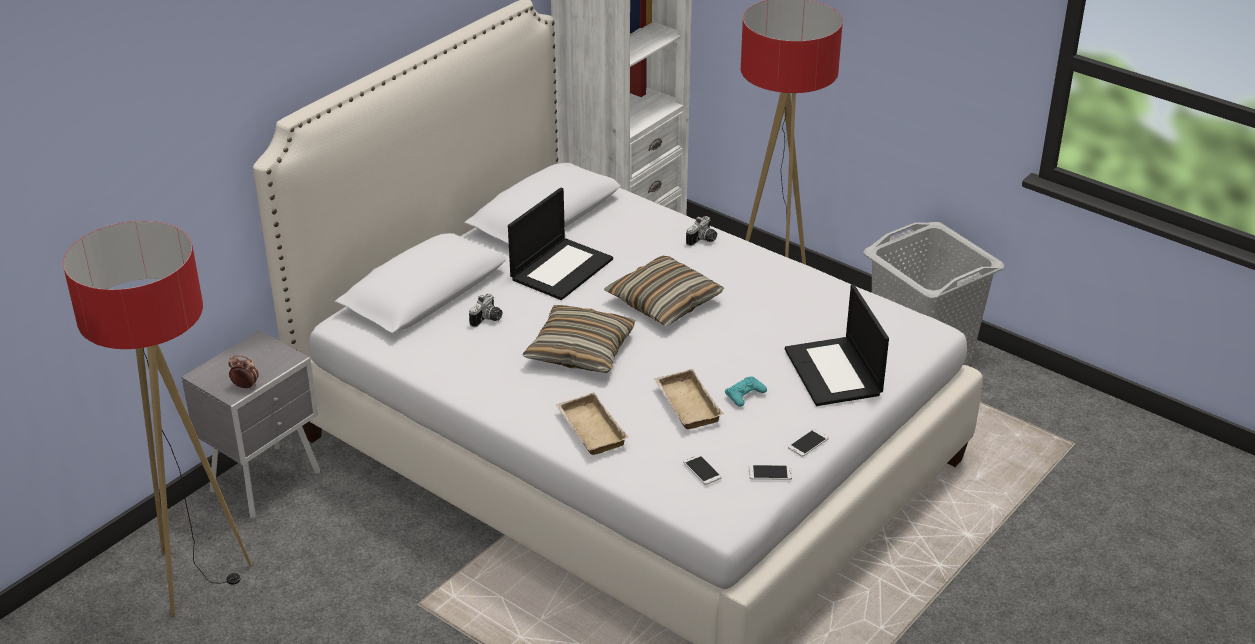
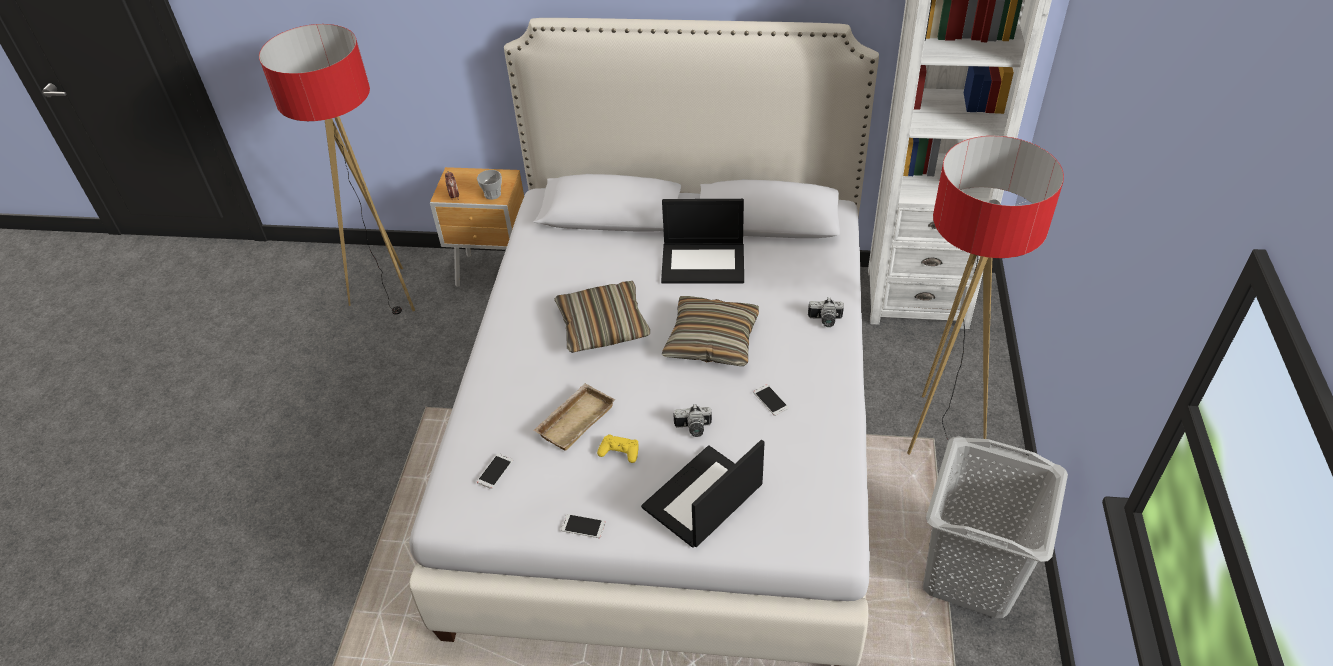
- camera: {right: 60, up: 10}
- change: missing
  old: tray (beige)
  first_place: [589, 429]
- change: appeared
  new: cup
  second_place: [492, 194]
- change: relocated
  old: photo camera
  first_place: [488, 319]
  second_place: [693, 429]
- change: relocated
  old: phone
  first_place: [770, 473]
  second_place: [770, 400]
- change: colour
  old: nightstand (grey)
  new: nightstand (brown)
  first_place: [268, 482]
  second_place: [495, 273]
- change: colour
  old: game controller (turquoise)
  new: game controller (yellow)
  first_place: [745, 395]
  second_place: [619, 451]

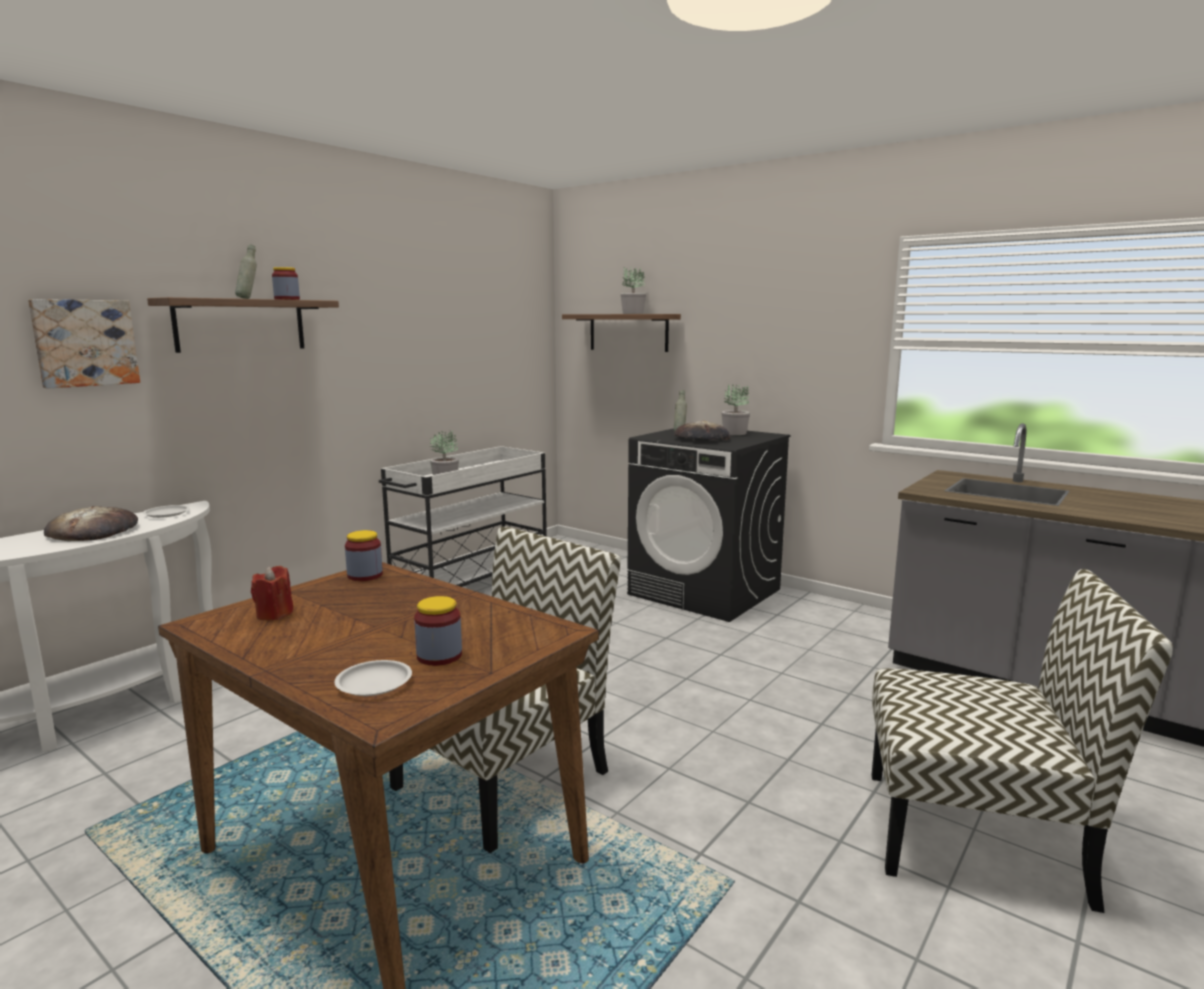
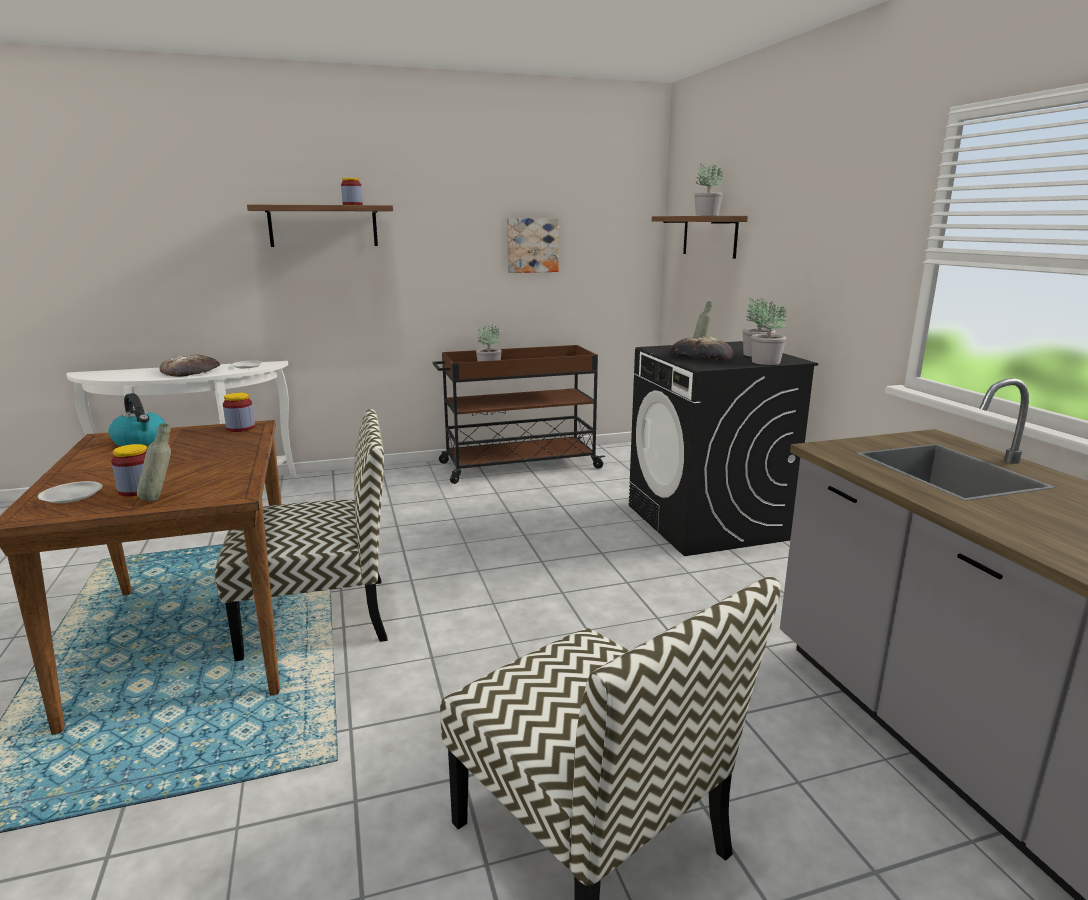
- camera: {right: 35, up: 5}
- change: appeared
  new: potted plant
  second_place: [765, 362]
- change: relocated
  old: picture
  first_place: [85, 343]
  second_place: [532, 245]
- change: relocated
  old: bottle (grey)
  first_place: [248, 299]
  second_place: [160, 498]
- change: exchanged
  old: candle (red)
  new: kettle
  first_place: [274, 614]
  second_place: [141, 441]
- change: colour
  old: cart (white)
  new: cart (brown)
  first_place: [470, 583]
  second_place: [518, 465]

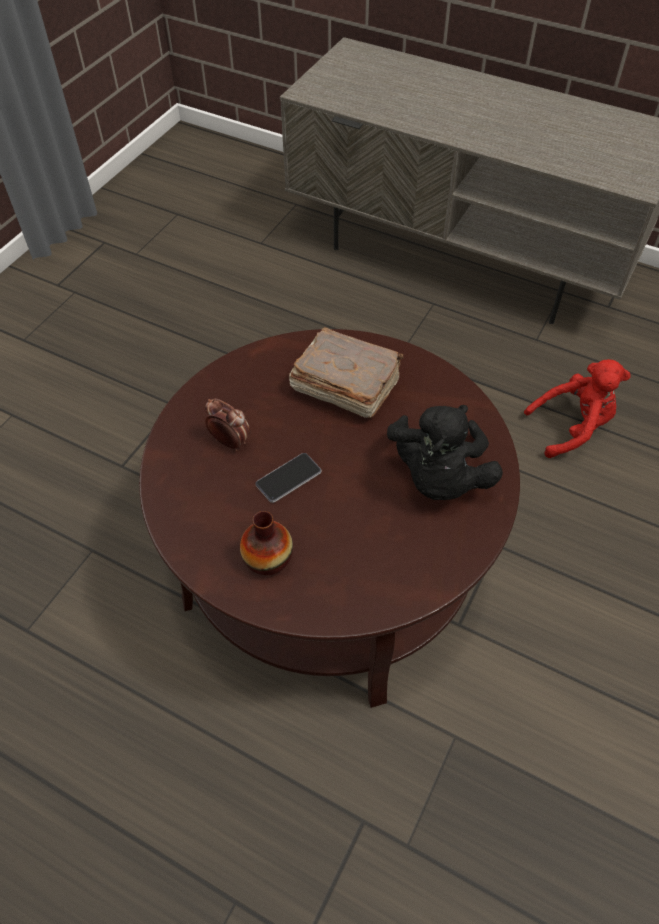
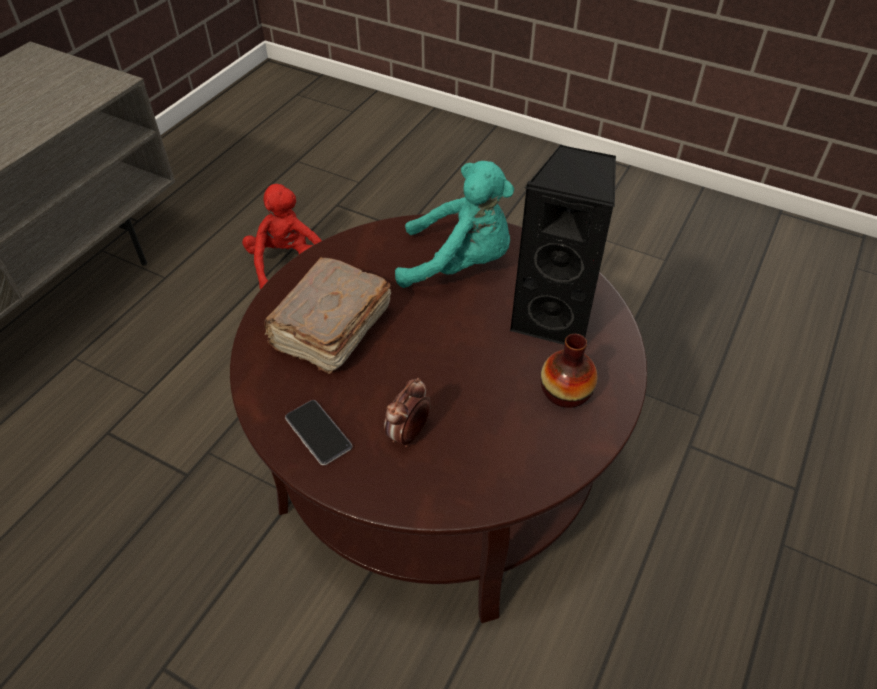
- camera: {right: -90, up: -5}
- change: appeared
  new: speaker (black)
  second_place: [555, 318]
- change: relocated
  old: phone
  first_place: [288, 478]
  second_place: [318, 433]
- change: colour
  old: plush toy (black)
  new: plush toy (turquoise)
  first_place: [438, 477]
  second_place: [460, 264]

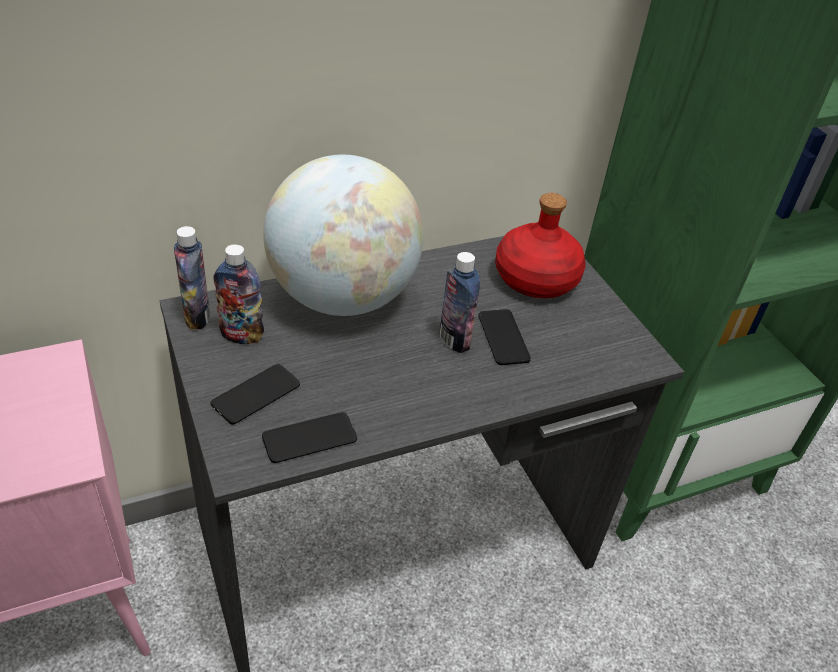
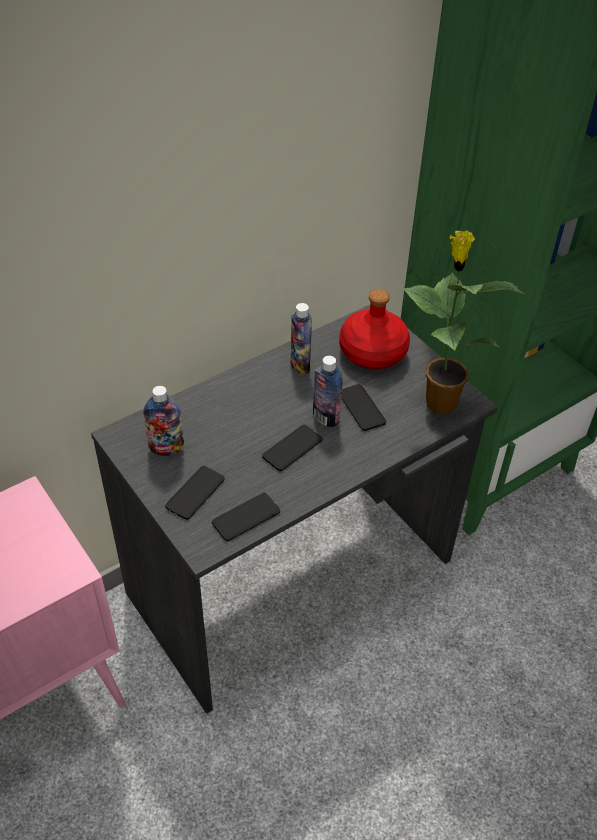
- camera: {right: -10, up: 5}
- change: missing
  old: globe
  first_place: [342, 297]
- change: appeared
  new: phone
  second_place: [292, 448]
- change: appeared
  new: potted plant
  second_place: [439, 401]
- change: relocated
  old: bottle
  first_place: [197, 317]
  second_place: [300, 365]

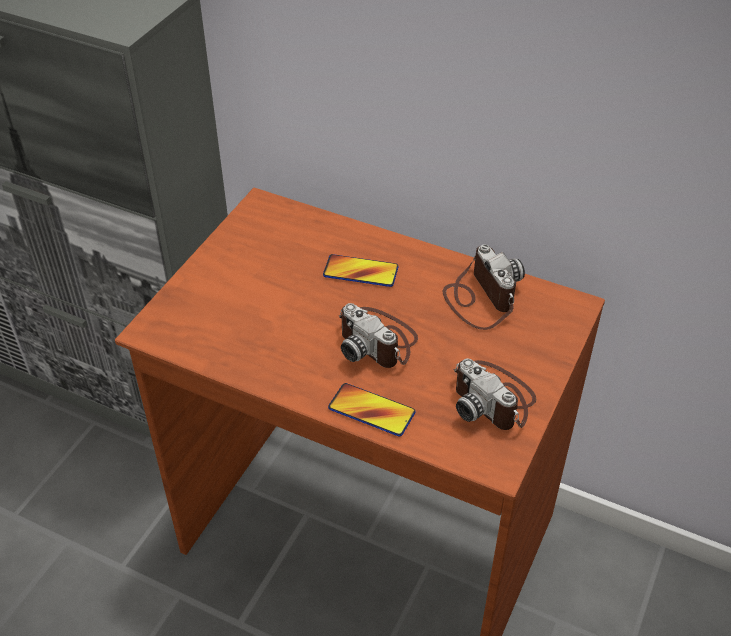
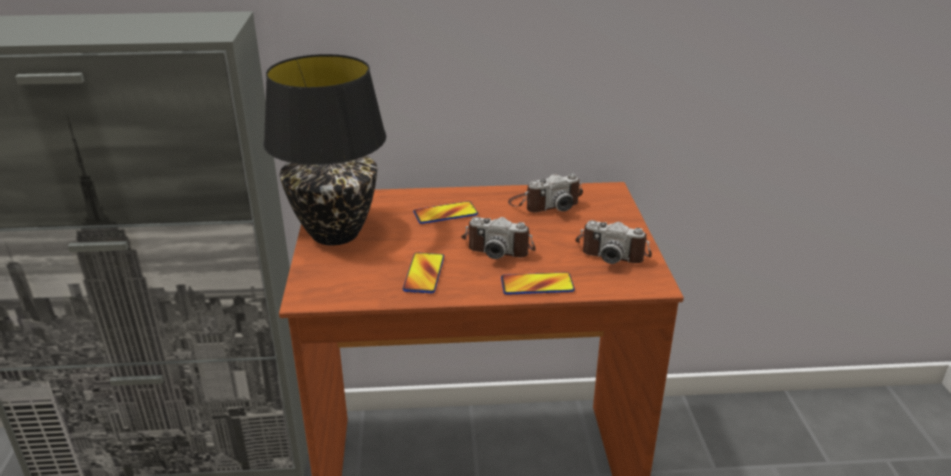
- camera: {right: -30, up: -15}
- change: appeared
  new: table lamp (black)
  second_place: [336, 233]
- change: appeared
  new: phone
  second_place: [424, 274]
- change: spun
  old: photo camera
  first_place: [480, 297]
  second_place: [545, 203]
  degrees: 120

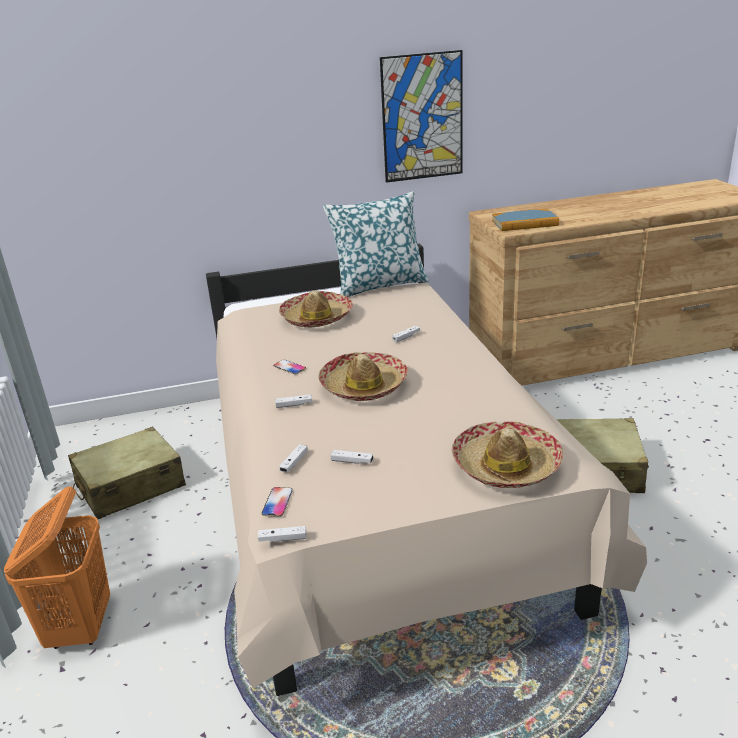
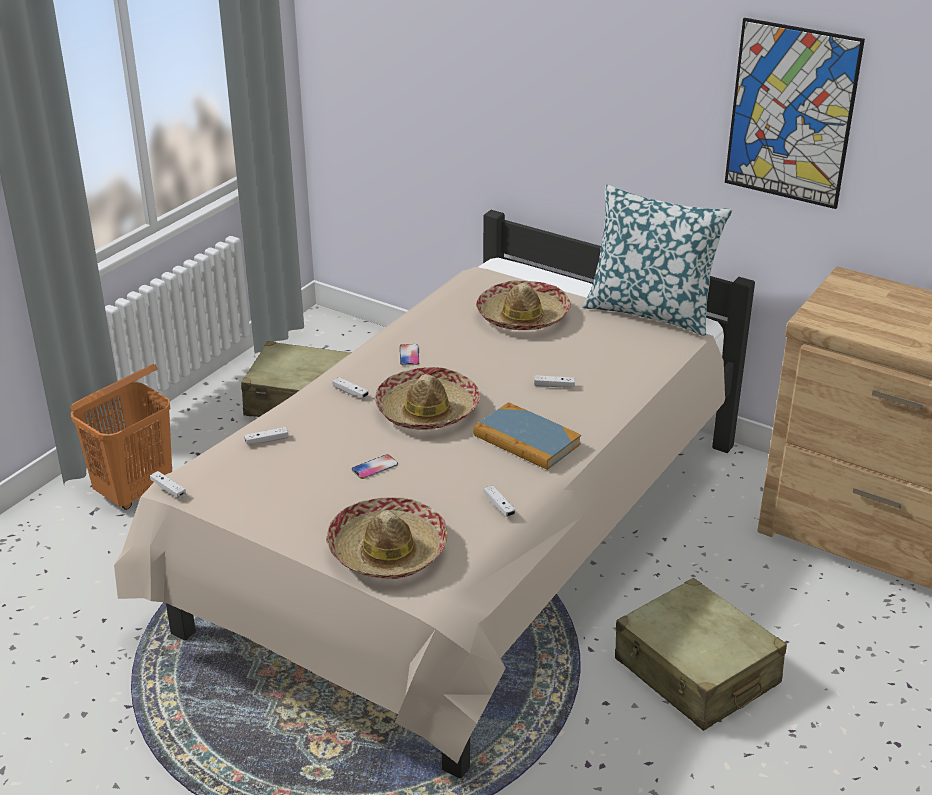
- camera: {right: 45, up: 5}
- change: relocated
  old: phone
  first_place: [277, 502]
  second_place: [374, 467]
- change: relocated
  old: game controller (white)
  first_place: [352, 461]
  second_place: [499, 506]
- change: relocated
  old: book
  first_place: [524, 223]
  second_place: [526, 440]

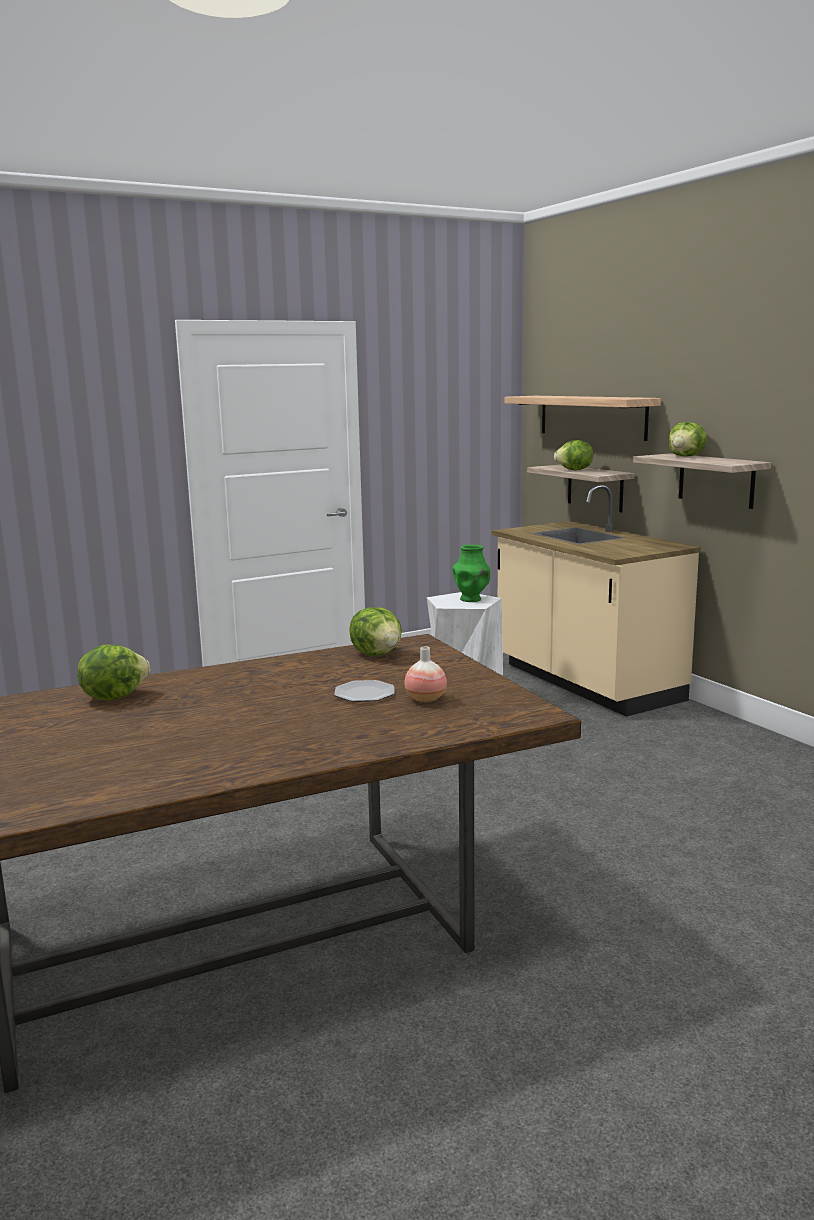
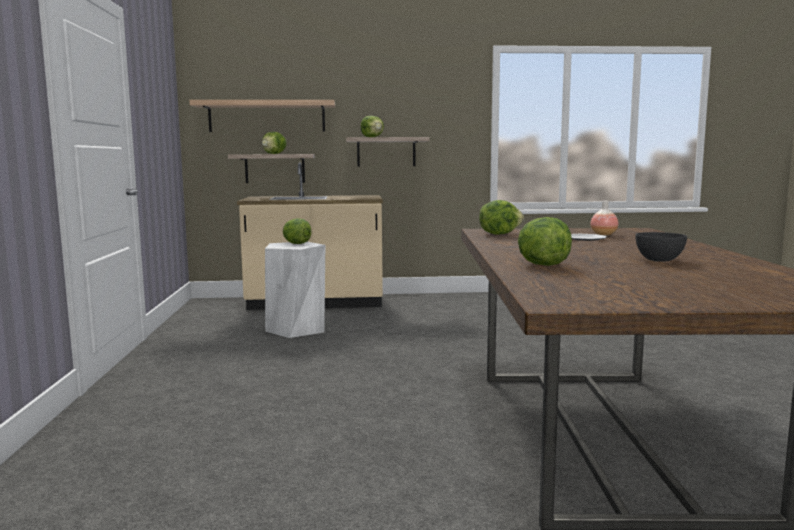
- camera: {right: -65, up: -5}
- change: appeared
  new: bowl (grey)
  second_place: [658, 260]
- change: exchanged
  old: vase (green)
  new: lettuce
  first_place: [471, 599]
  second_place: [296, 244]

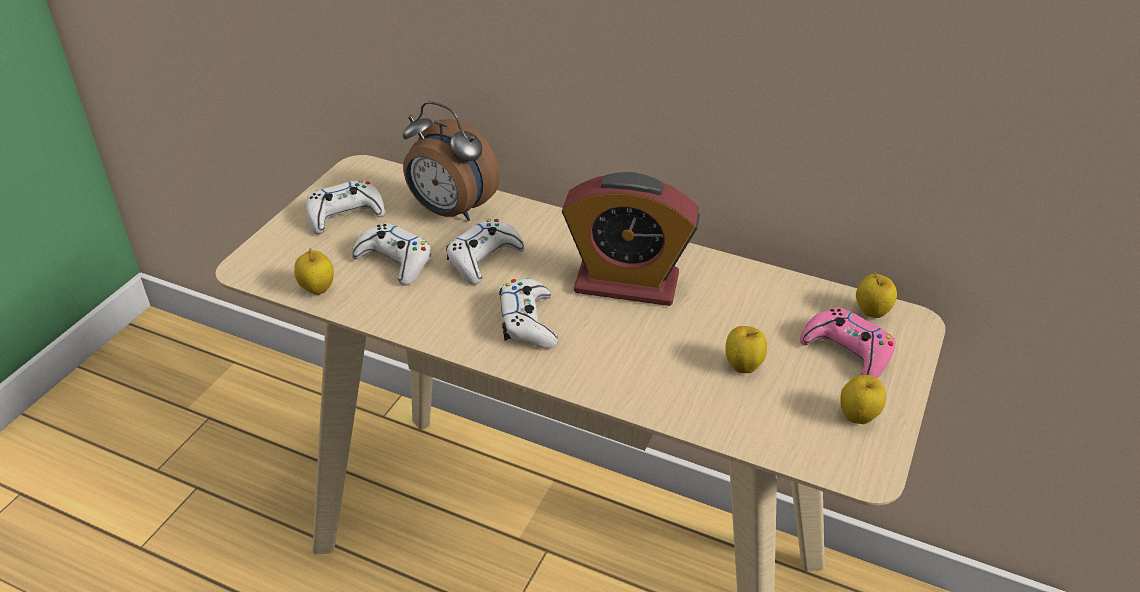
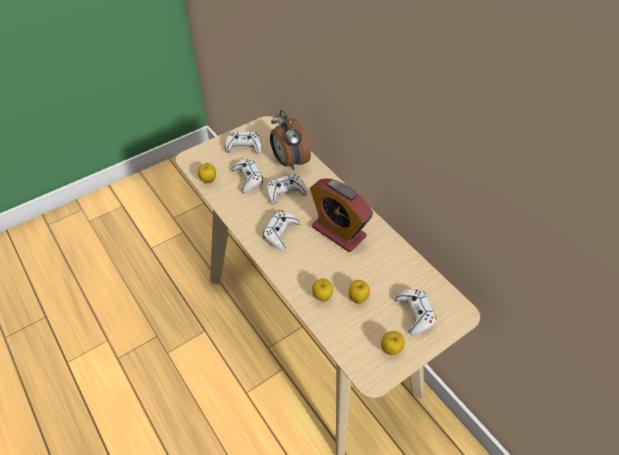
- camera: {right: 30, up: 10}
- change: relocated
  old: apple
  first_place: [871, 313]
  second_place: [322, 297]
- change: colour
  old: game controller (pink)
  new: game controller (white)
  first_place: [847, 351]
  second_place: [414, 314]

